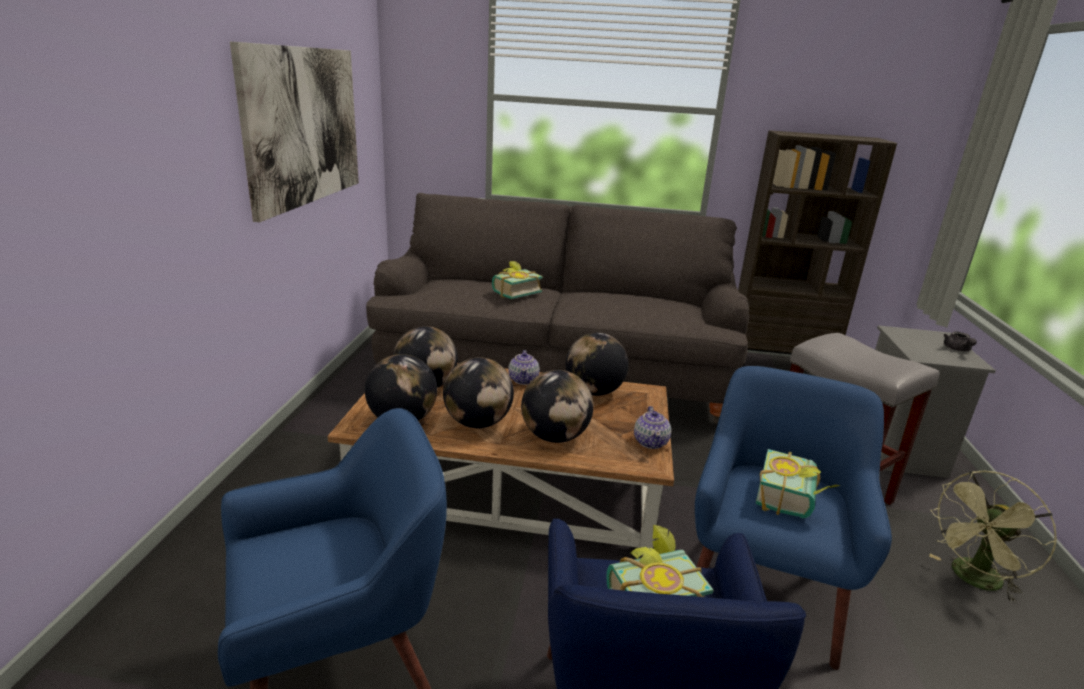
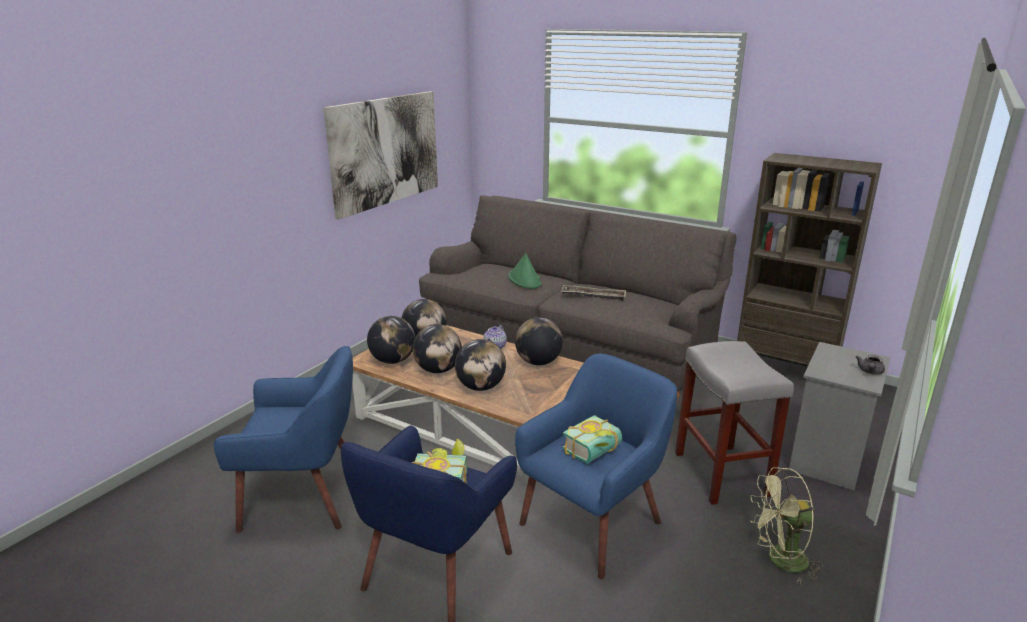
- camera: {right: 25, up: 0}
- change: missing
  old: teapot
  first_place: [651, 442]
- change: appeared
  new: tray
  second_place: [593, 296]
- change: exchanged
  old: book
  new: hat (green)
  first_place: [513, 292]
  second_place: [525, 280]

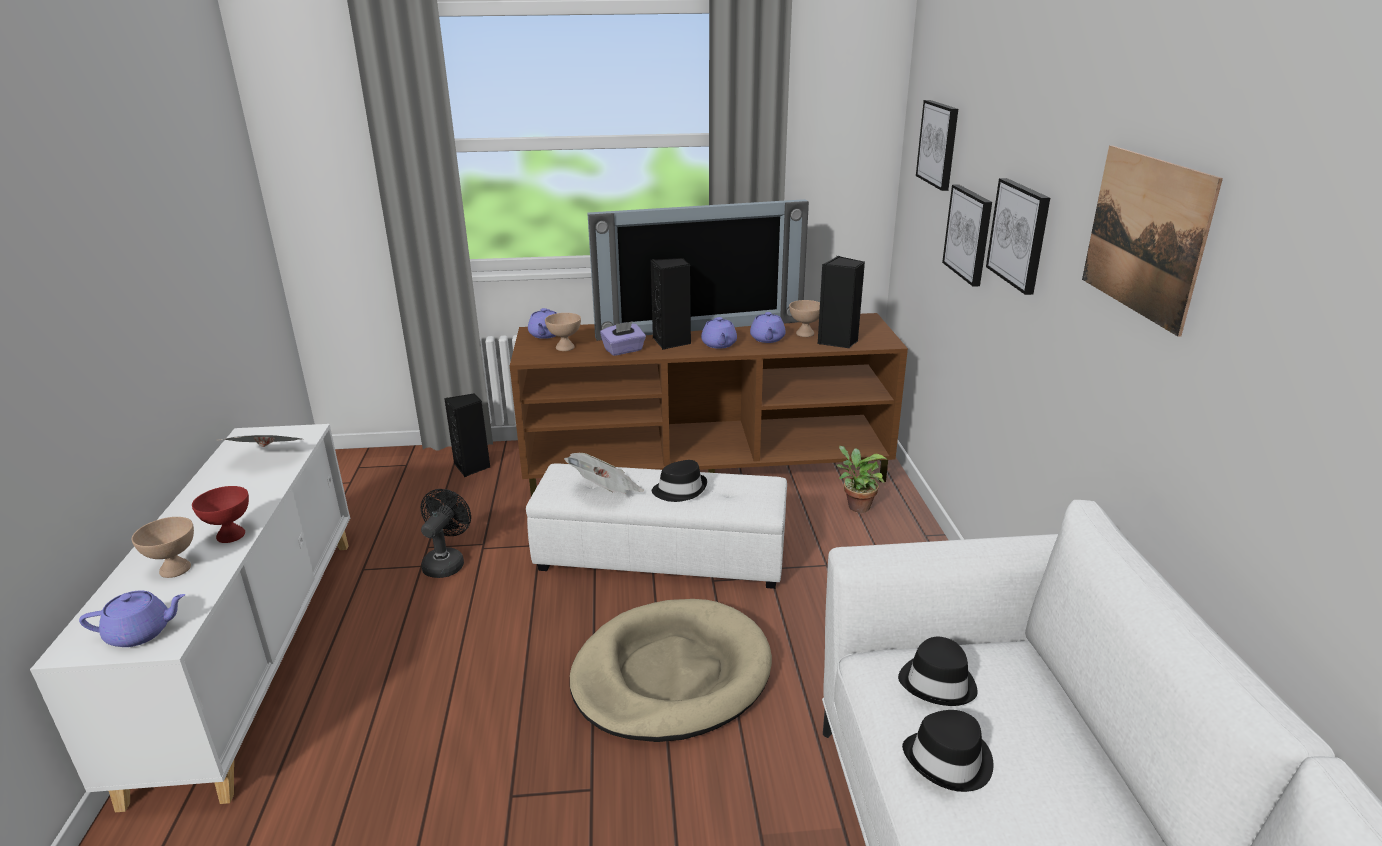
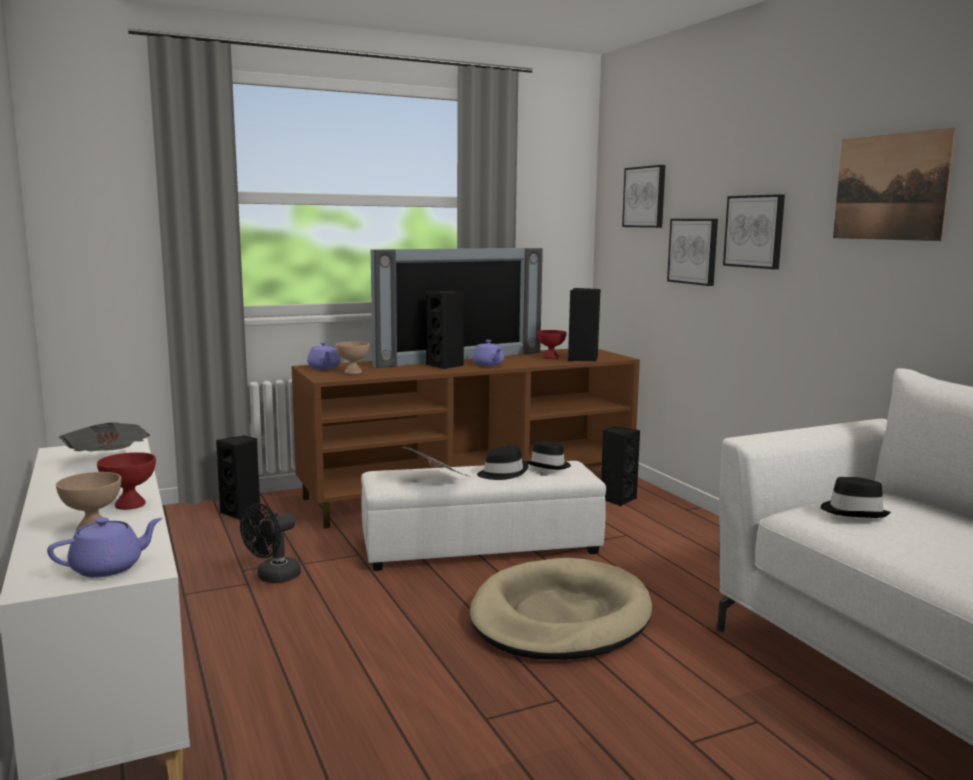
- camera: {right: -20, up: -15}
- change: missing
  old: tissue box (purple)
  first_place: [624, 350]
- change: missing
  old: teapot (purple)
  first_place: [767, 339]
- change: relocated
  old: hat (black)
  first_place: [949, 760]
  second_place: [549, 465]
- change: exchanged
  old: potted plant
  new: speaker (black)
  first_place: [856, 506]
  second_place: [617, 499]
- change: colour
  old: bowl (beige)
  new: bowl (red)
  first_place: [805, 333]
  second_place: [550, 357]
- change: spun
  old: fan (black)
  first_place: [446, 562]
  second_place: [273, 577]
  degrees: -135

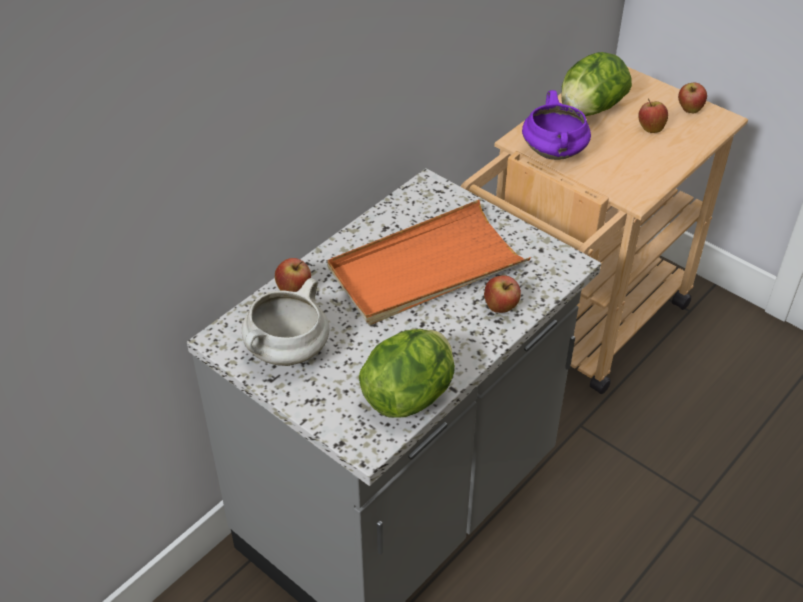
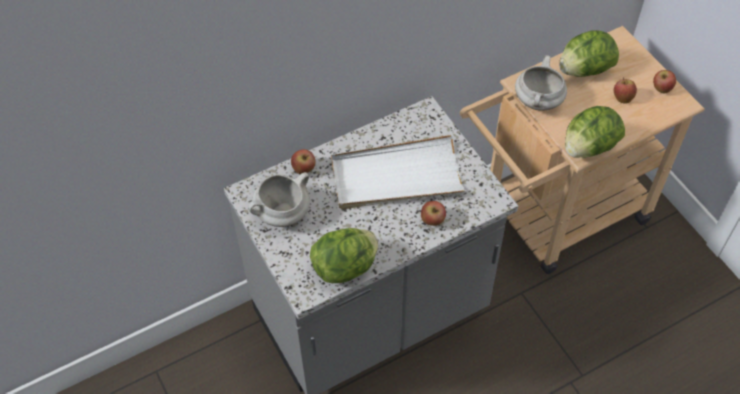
- camera: {right: 20, up: 10}
- change: appeared
  new: lettuce
  second_place: [589, 147]
- change: colour
  old: tray (orange)
  new: tray (white)
  first_place: [426, 268]
  second_place: [396, 177]
- change: colour
  old: cooking pot (purple)
  new: cooking pot (white)
  first_place: [555, 153]
  second_place: [538, 102]

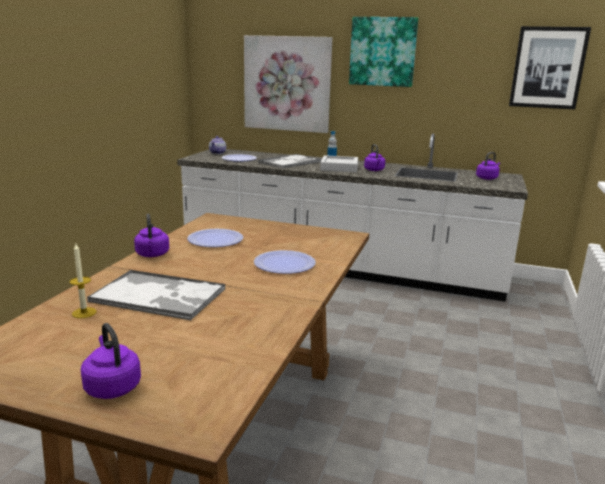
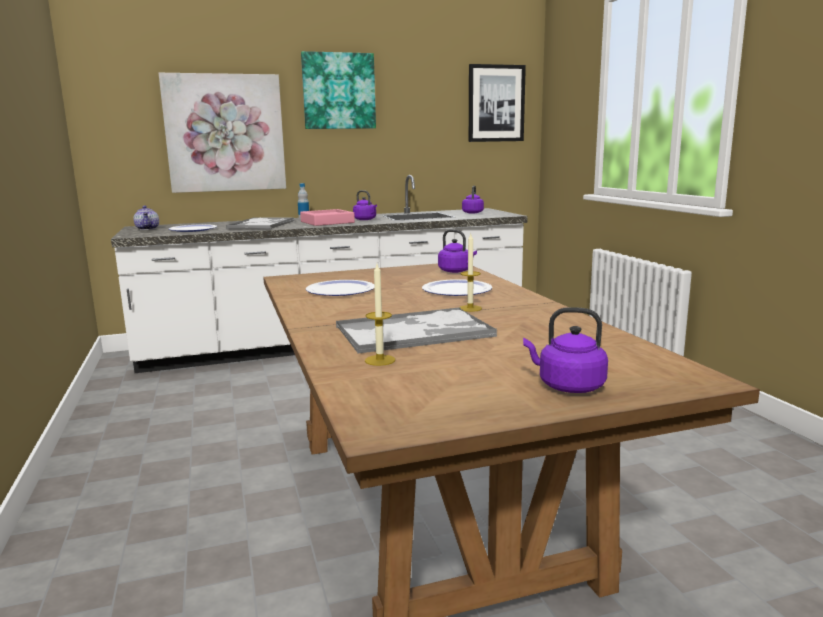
- camera: {right: -35, up: -5}
- change: appeared
  new: candle
  second_place: [470, 308]
- change: relocated
  old: kettle (purple)
  first_place: [152, 255]
  second_place: [456, 271]
- change: colour
  old: tray (grey)
  new: tray (pink)
  first_place: [339, 168]
  second_place: [327, 222]

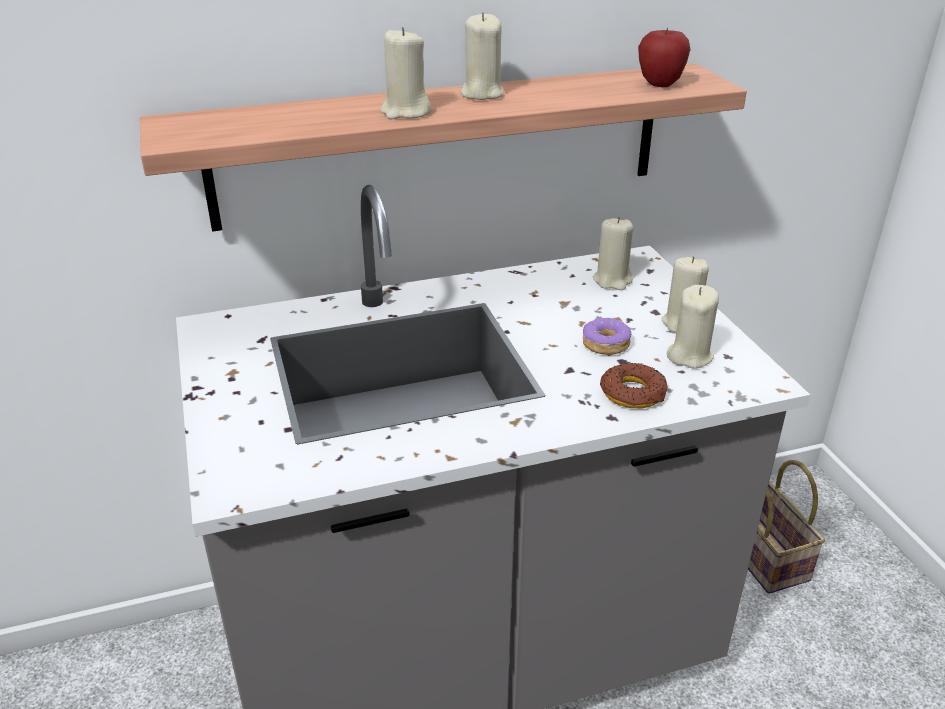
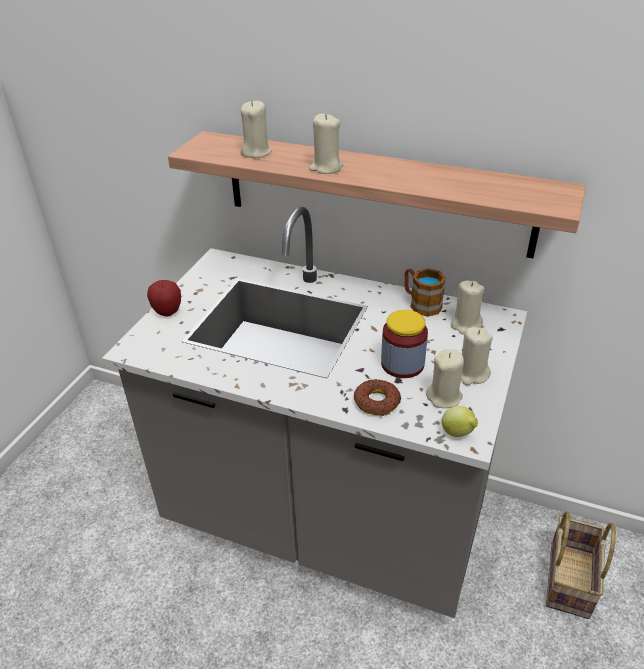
- camera: {right: 40, up: 5}
- change: appeared
  new: mug
  second_place: [421, 303]
- change: appeared
  new: lemon
  second_place: [458, 434]
- change: relocated
  old: candle (beige)
  first_place: [481, 93]
  second_place: [256, 152]
- change: relocated
  old: apple
  first_place: [660, 84]
  second_place: [167, 312]
- change: exchanged
  old: donut
  new: jar
  first_place: [605, 344]
  second_place: [402, 364]

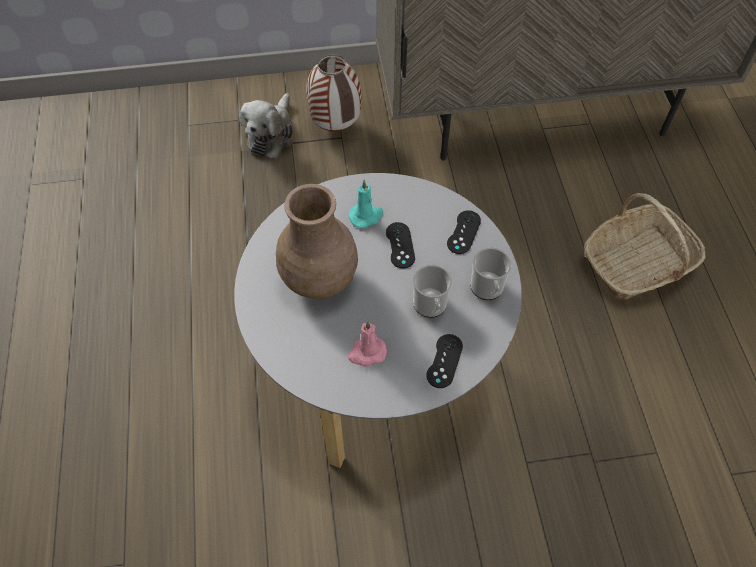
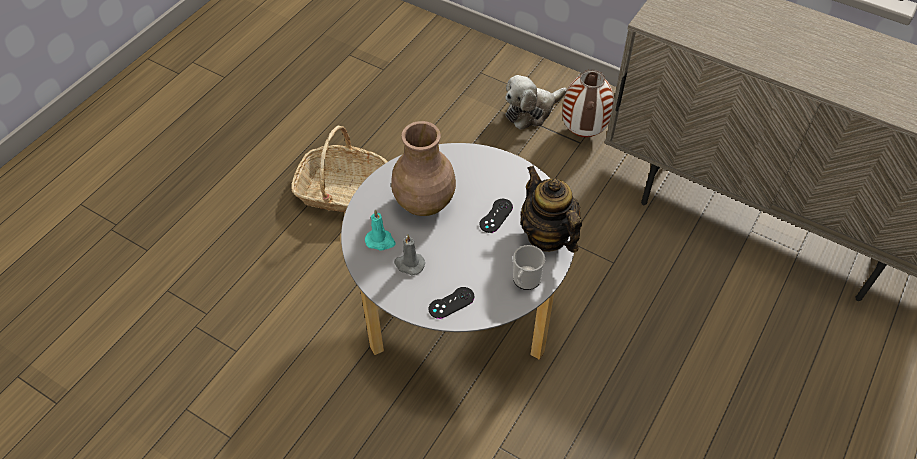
- camera: {right: 40, up: -5}
- change: missing
  old: mug
  first_place: [430, 307]
- change: relocated
  old: candle (turquoise)
  first_place: [366, 216]
  second_place: [380, 241]
- change: relocated
  old: basket
  first_place: [637, 263]
  second_place: [342, 192]
- change: exchanged
  old: game controller (black)
  new: teapot
  first_place: [463, 232]
  second_place: [547, 235]
- change: colour
  old: candle (pink)
  new: candle (grey)
  first_place: [366, 352]
  second_place: [409, 264]

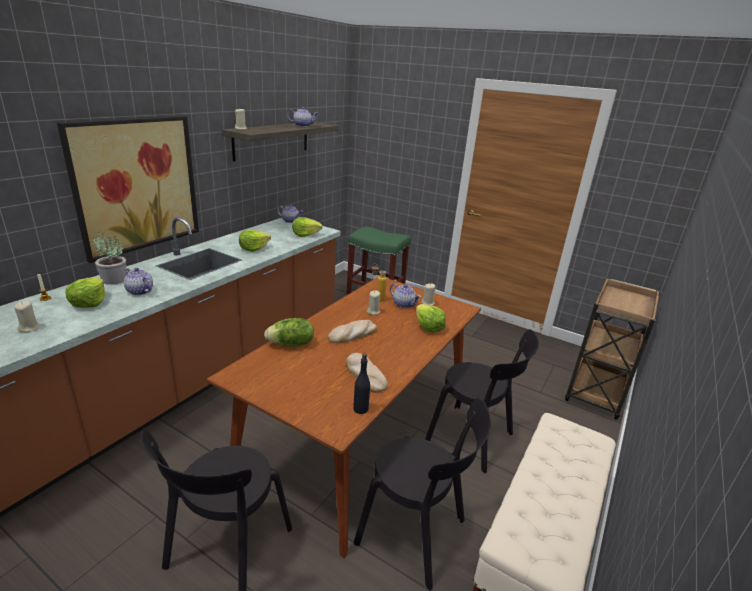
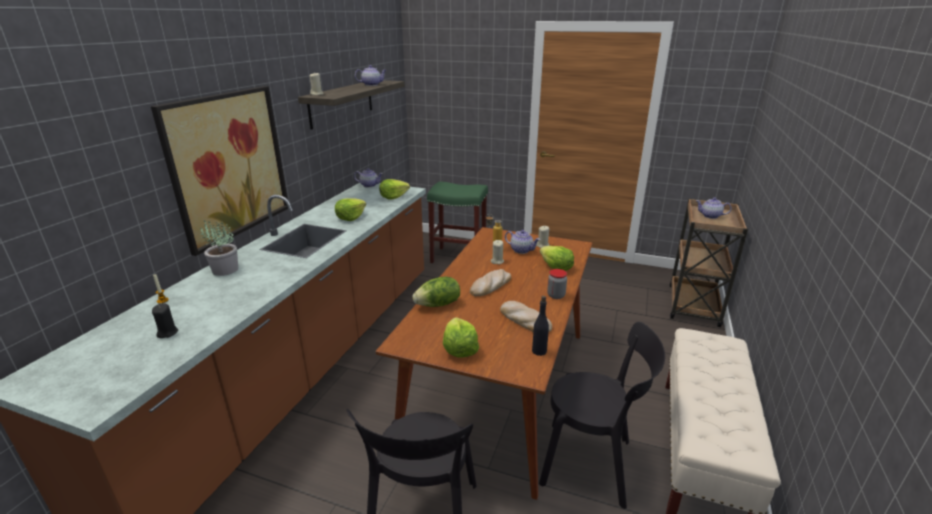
- camera: {right: -10, up: 0}
- change: missing
  old: chair (black)
  first_place: [473, 439]
- change: appeared
  new: jar
  second_place: [556, 295]
- change: relocated
  old: lettuce
  first_place: [89, 302]
  second_place: [459, 348]
- change: relocated
  old: teapot
  first_place: [139, 291]
  second_place: [710, 216]
- change: colour
  old: candle (beige)
  new: candle (black)
  first_place: [29, 328]
  second_place: [167, 332]

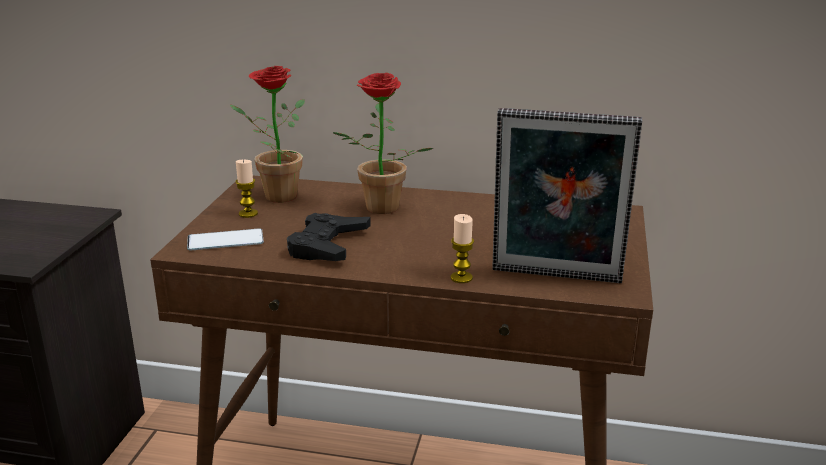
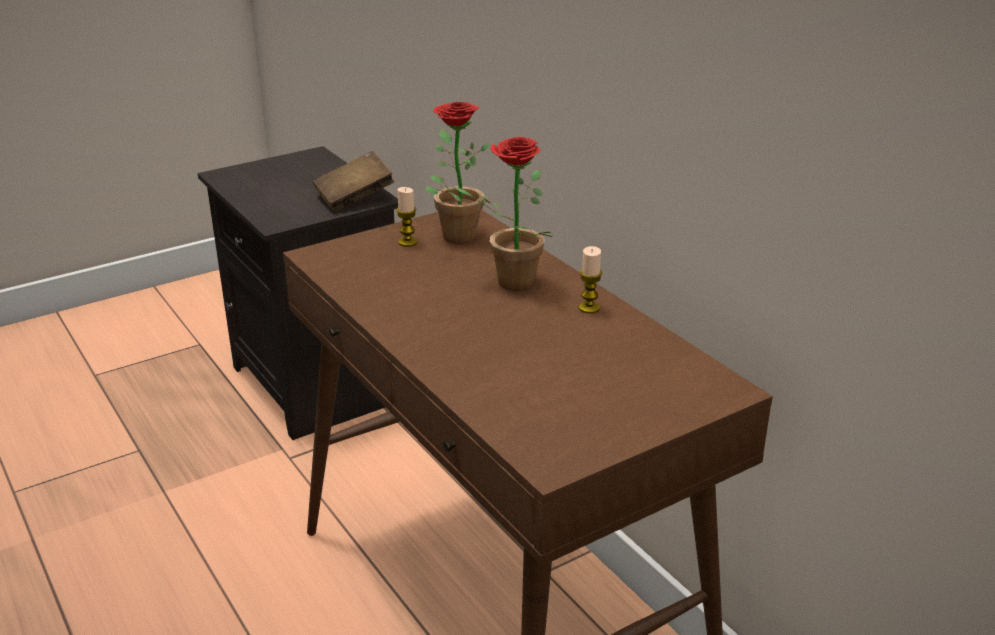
- camera: {right: 45, up: 5}
- change: missing
  old: phone
  first_place: [225, 240]
- change: missing
  old: game controller (black)
  first_place: [327, 245]
- change: missing
  old: picture frame
  first_place: [555, 278]
- change: appeared
  new: book (brown)
  second_place: [354, 198]
- change: relocated
  old: candle
  first_place: [461, 278]
  second_place: [589, 308]

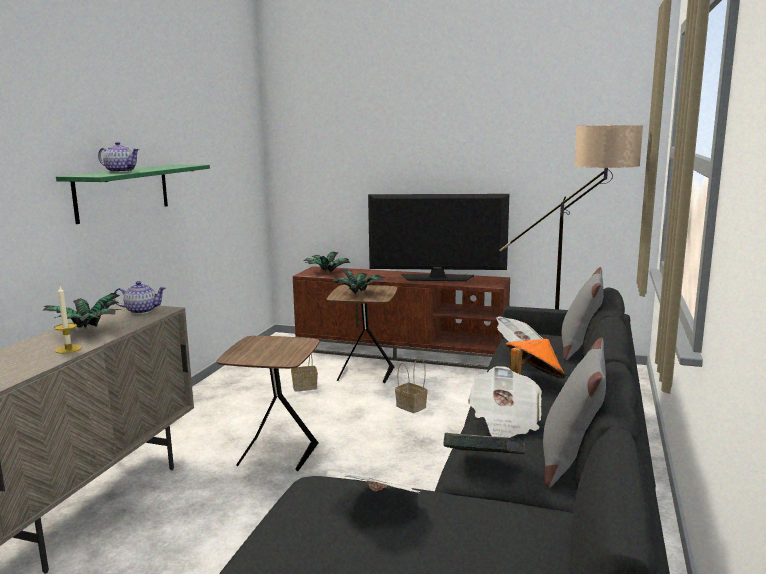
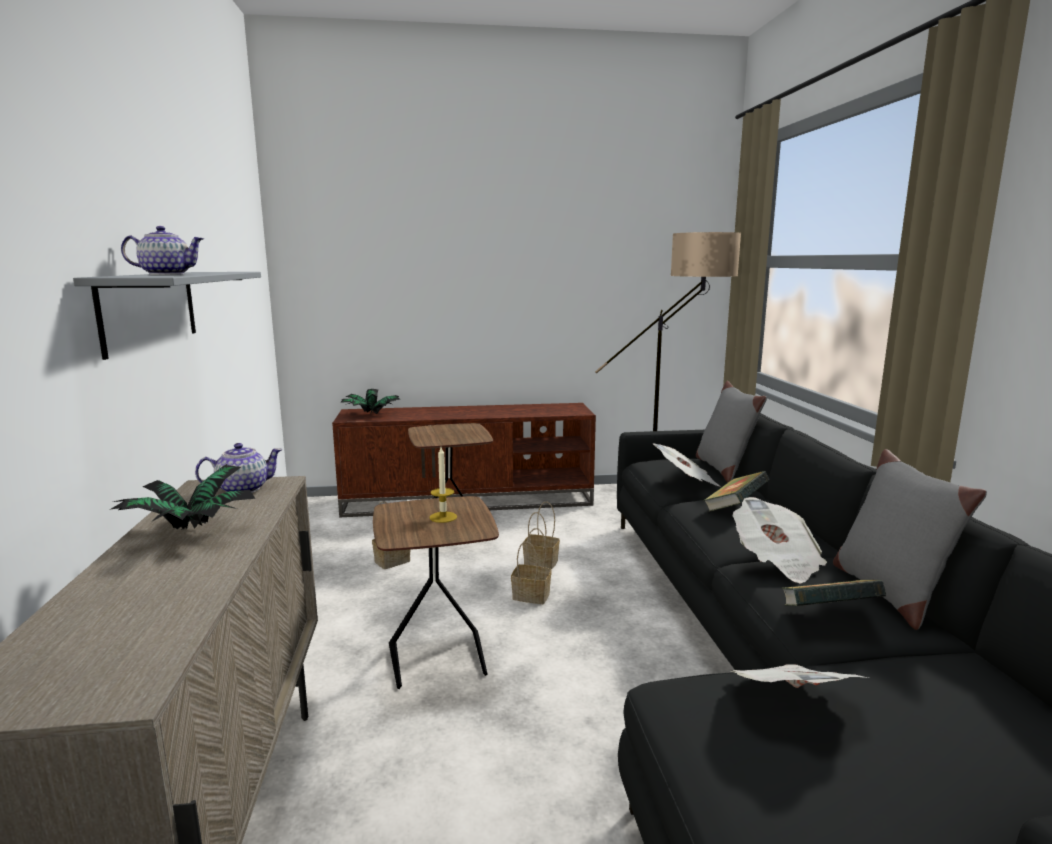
- camera: {right: -25, up: 0}
- change: missing
  old: potted plant
  first_place: [359, 293]
- change: missing
  old: television
  first_place: [437, 278]
- change: appeared
  new: basket
  second_place: [532, 595]
- change: relocated
  old: candle
  first_place: [68, 349]
  second_place: [443, 517]
- change: exchanged
  old: hat (orange)
  new: book
  first_place: [533, 380]
  second_place: [734, 509]
- change: colour
  old: shelf (green)
  new: shelf (grey)
  first_place: [123, 192]
  second_place: [150, 309]

